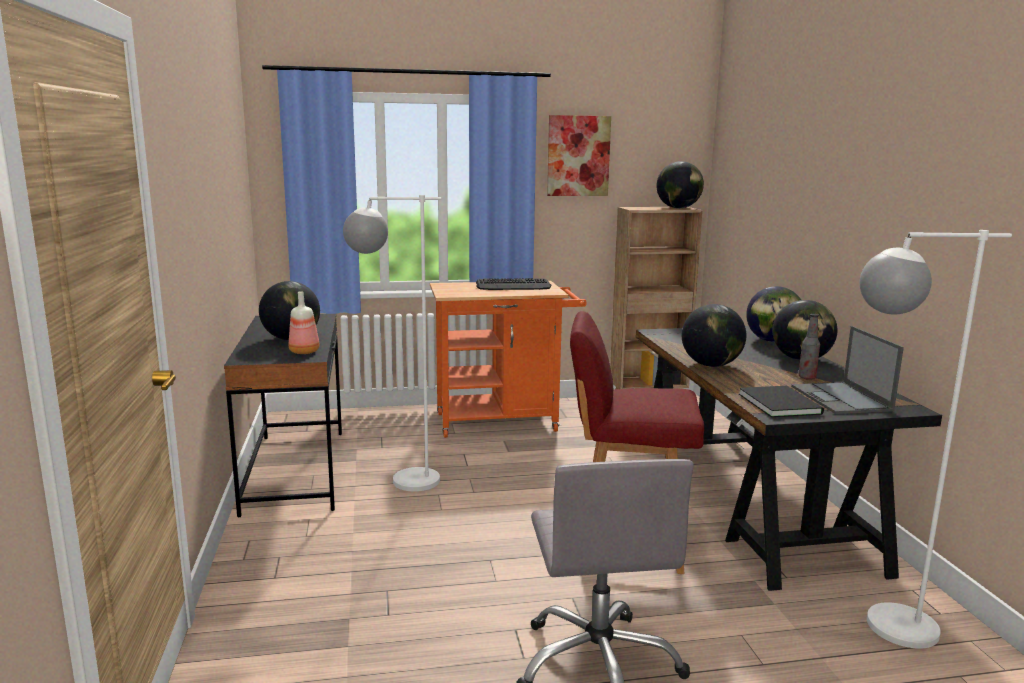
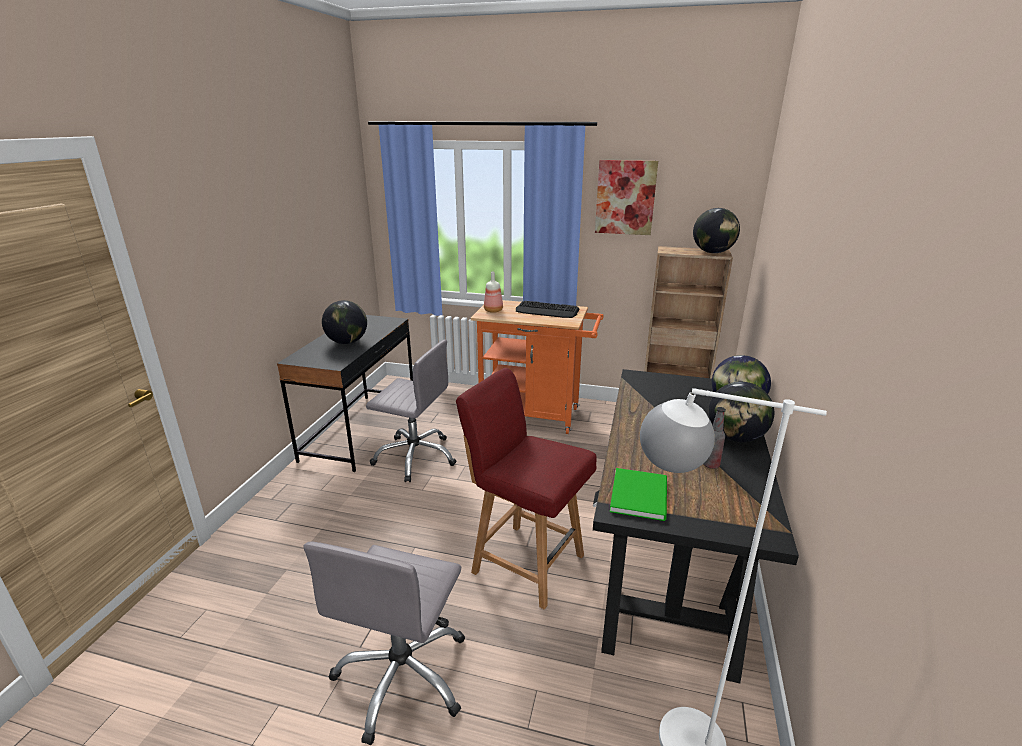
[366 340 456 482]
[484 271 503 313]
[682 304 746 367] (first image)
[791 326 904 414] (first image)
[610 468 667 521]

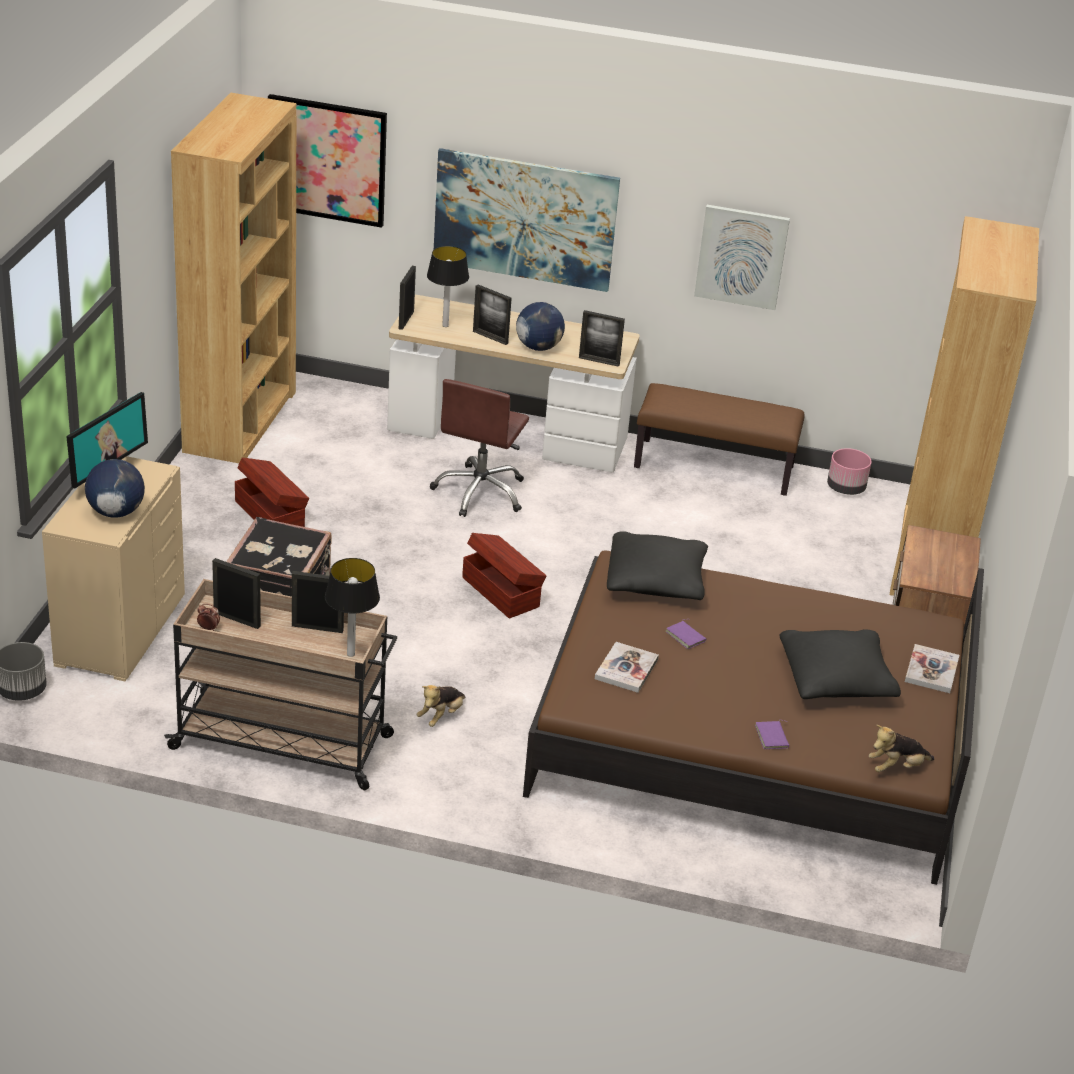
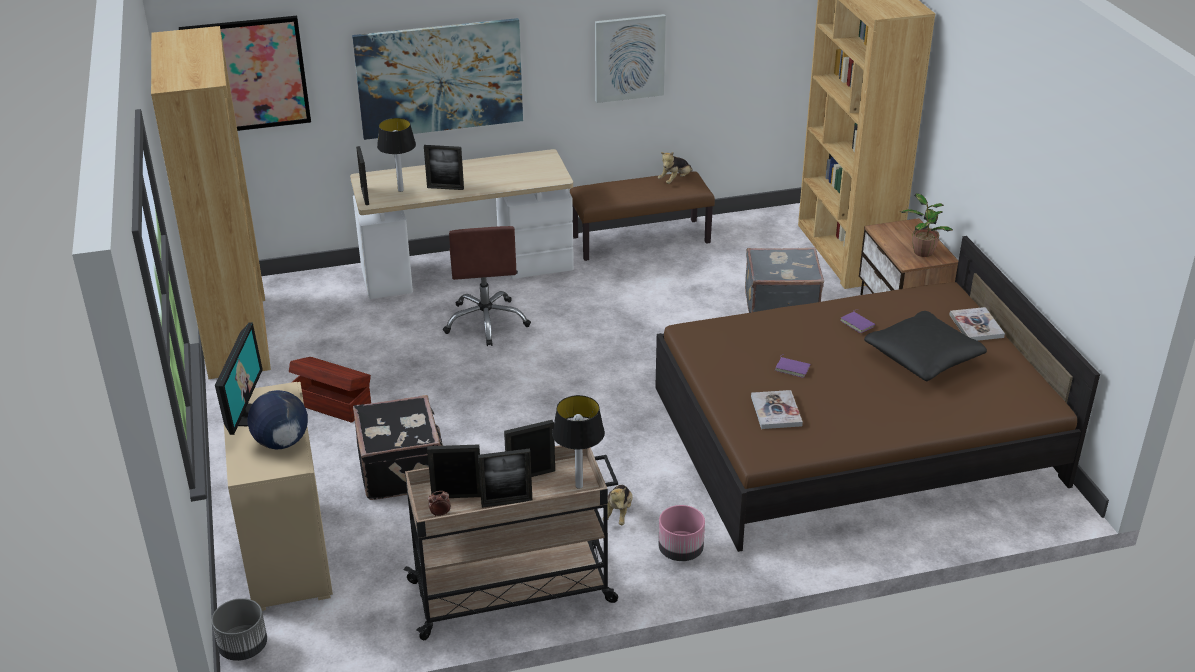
[516 302 565 351] (first image)
[478 448 532 508]
[659 505 705 561]
[607 531 708 600] (first image)
[462 533 546 618] (first image)
[840 310 875 333]
[658 152 693 184]
[900 193 953 257]
[745 247 824 313]

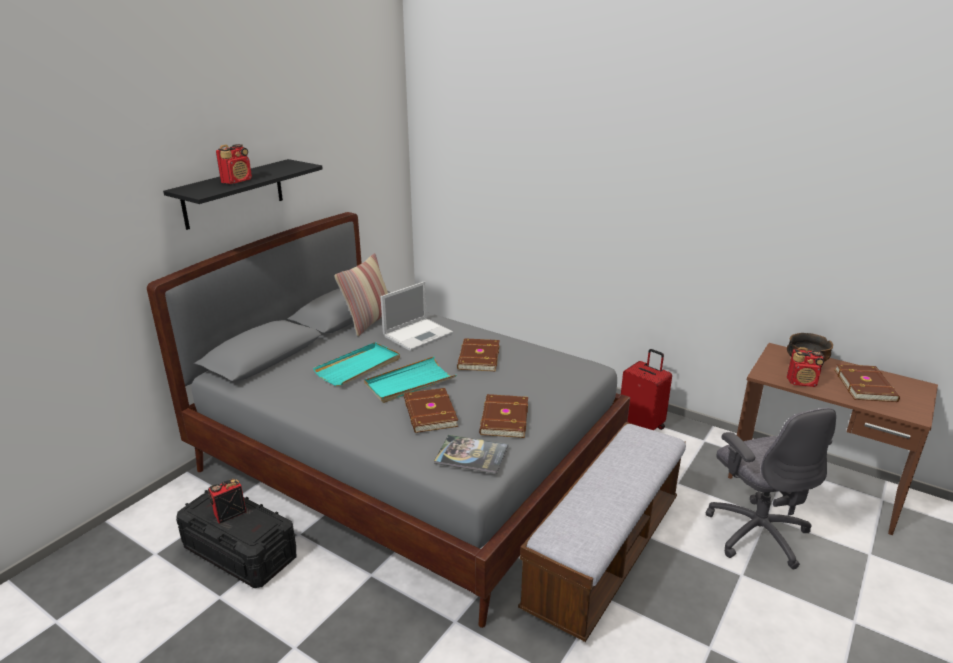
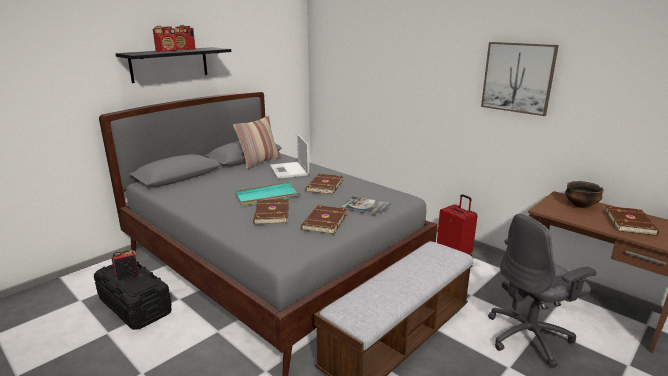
[270 134 309 179]
[313 342 400 386] (first image)
[174 25 196 50]
[488 214 597 368]
[341 196 391 216]
[481 42 559 116]

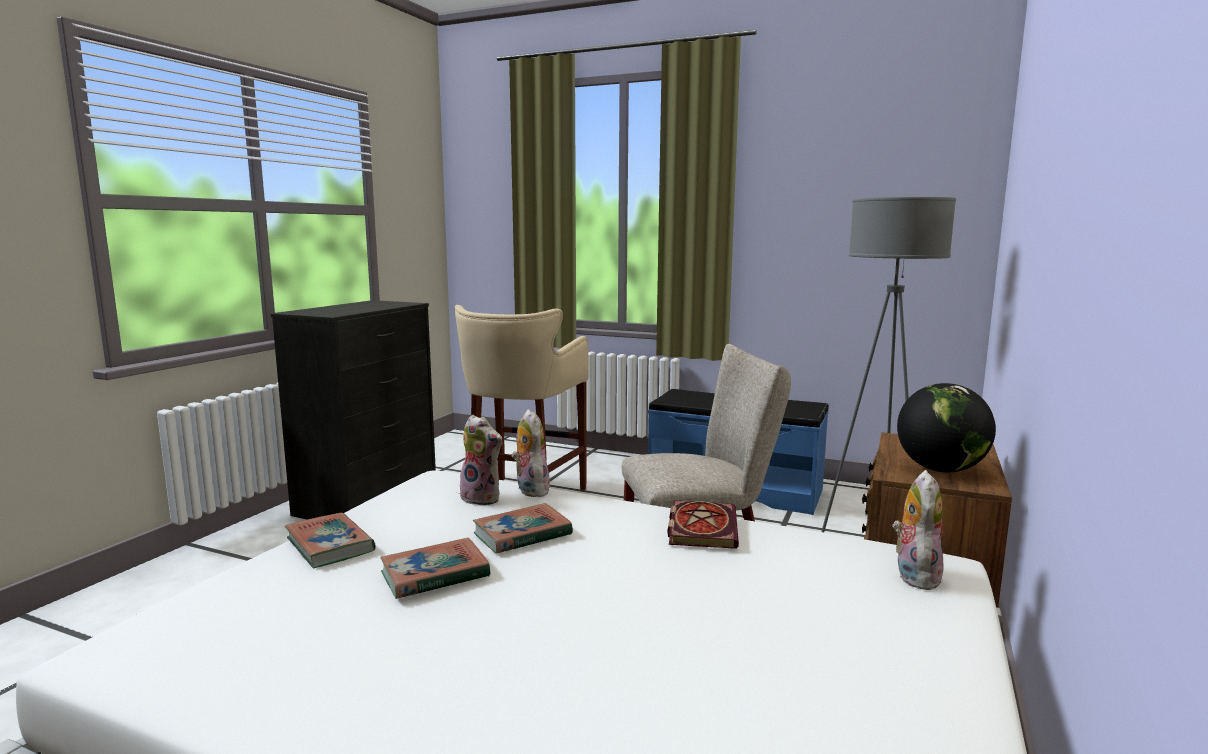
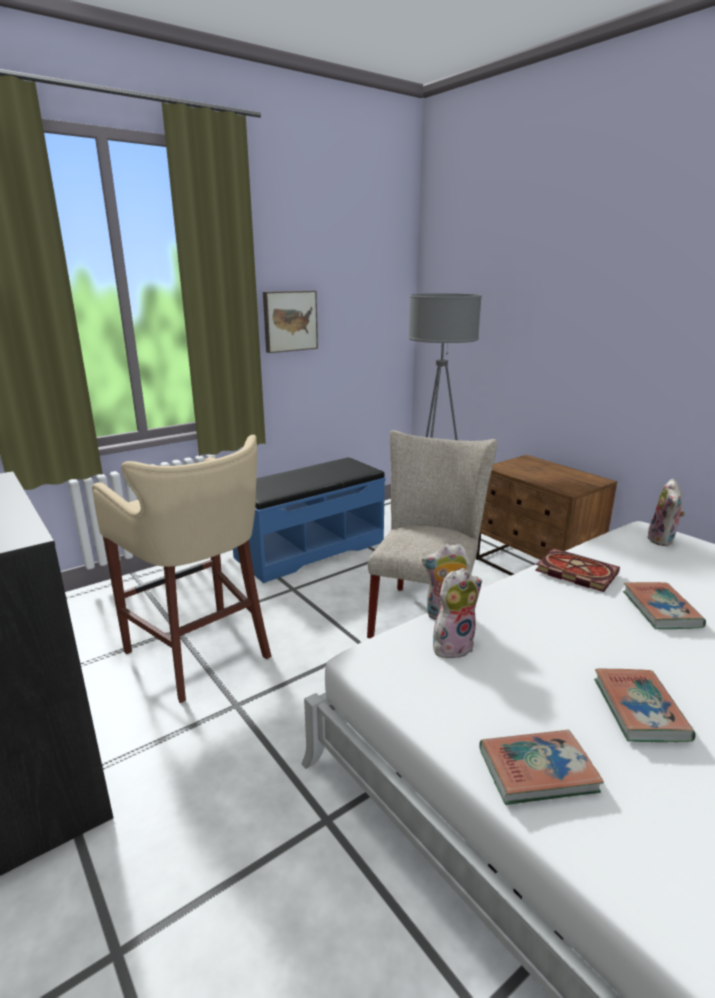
[897 383 996 472] (first image)
[647 479 685 546]
[623 582 706 629]
[263 291 318 353]

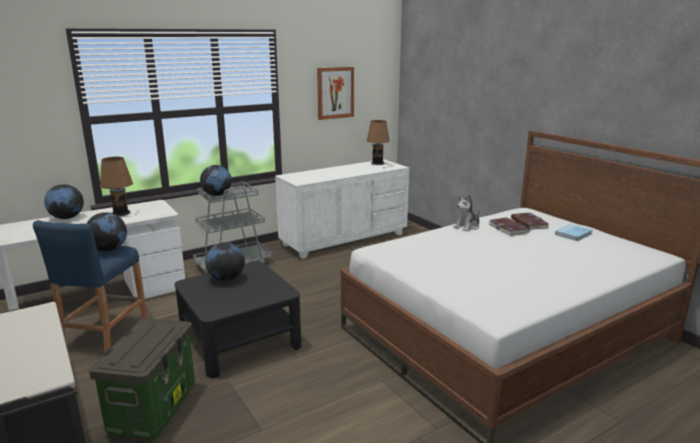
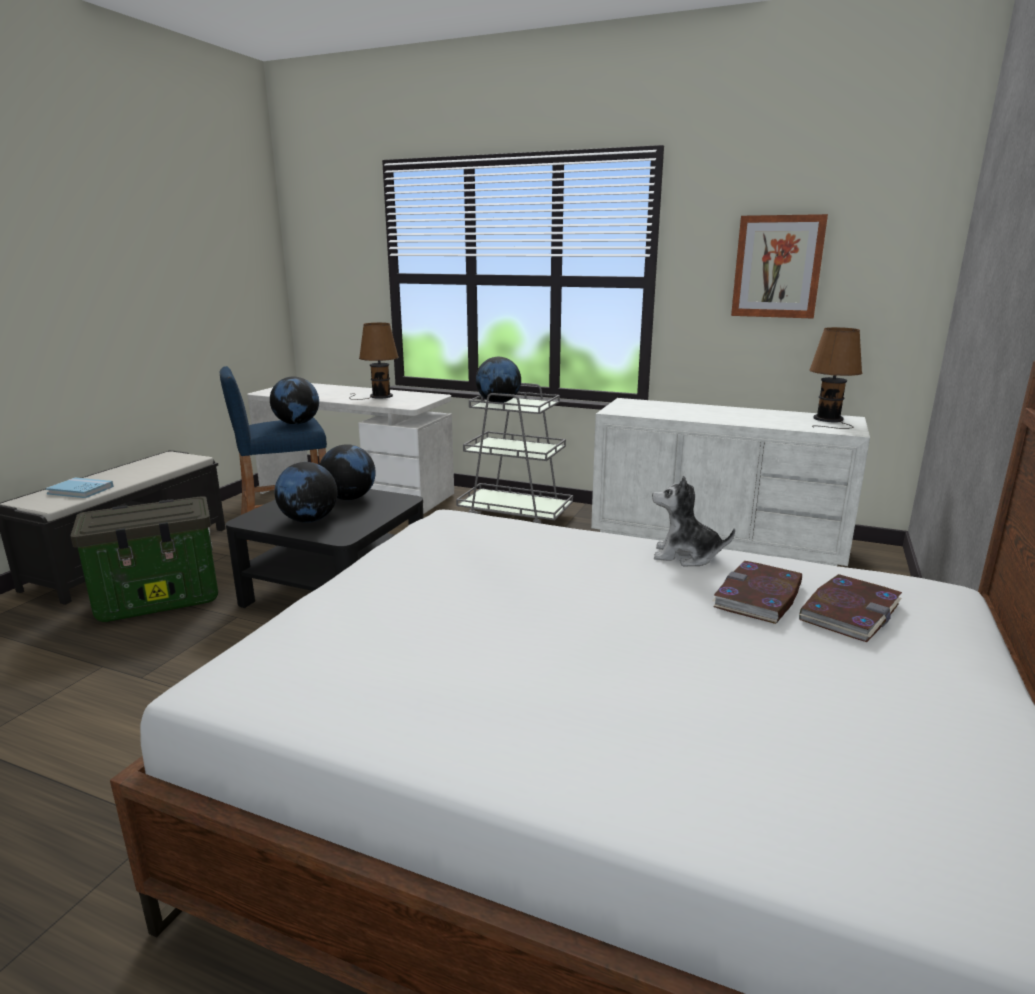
[274 462 338 523]
[46 478 114 498]

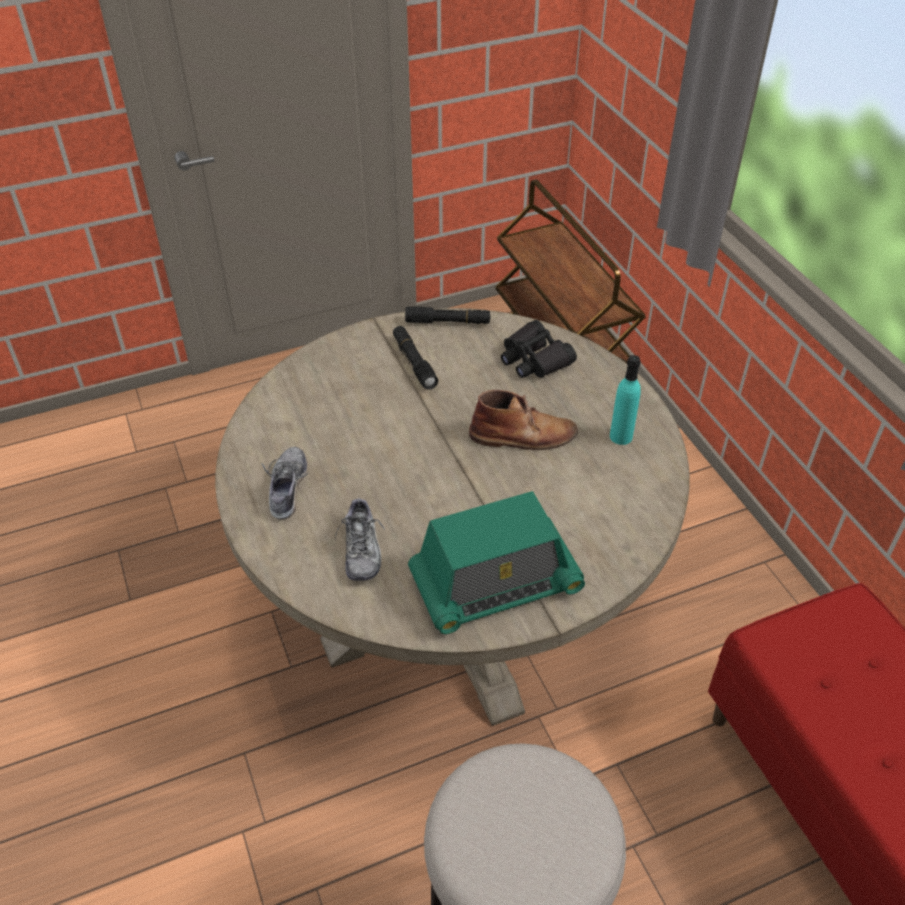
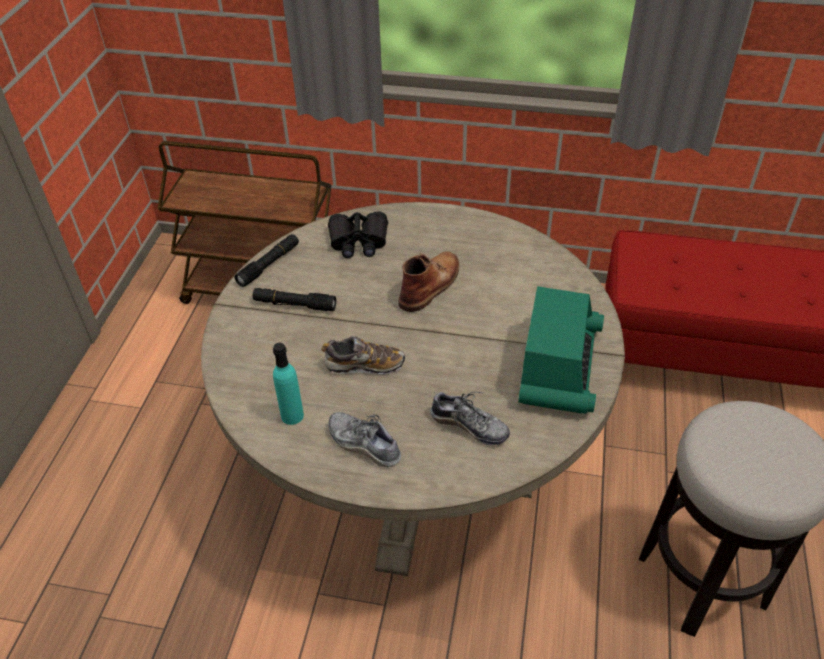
[273 343 304 425]
[322 336 405 374]

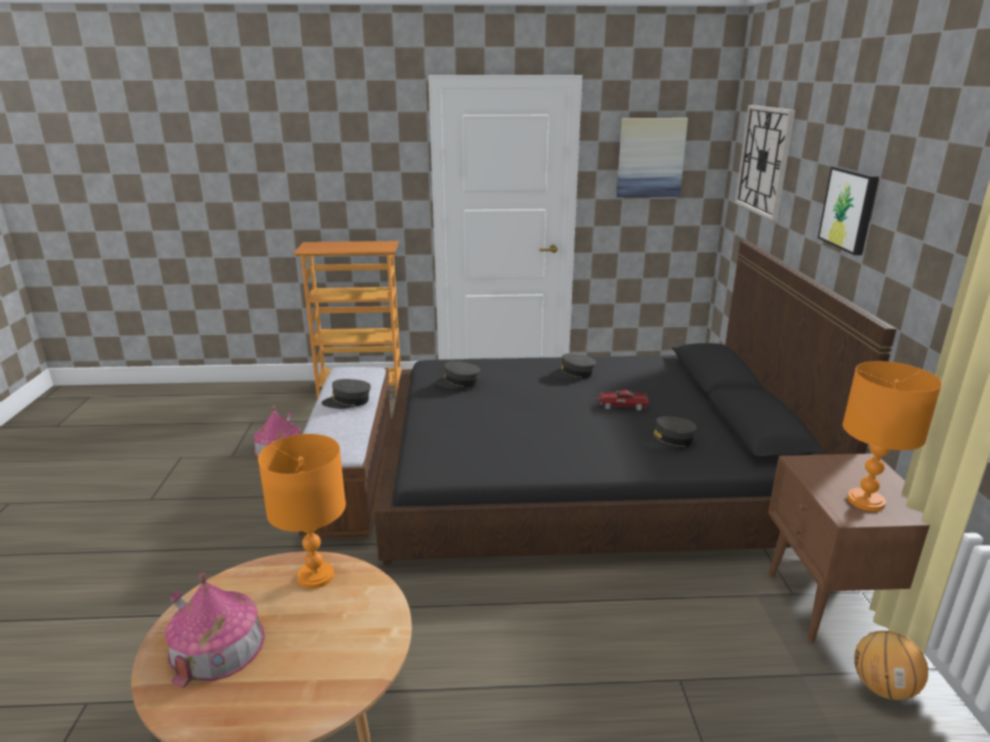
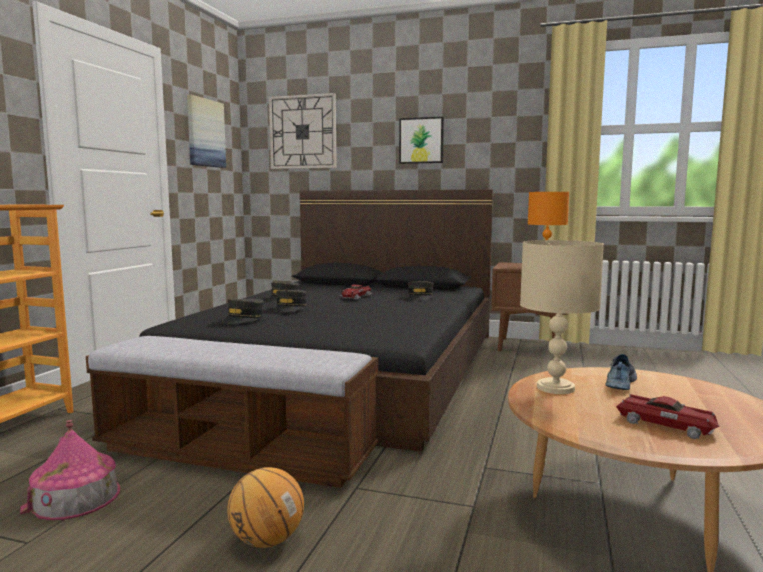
[274 290 307 312]
[520 240 604 394]
[616 394 720 439]
[227 467 304 548]
[606 354 637 390]

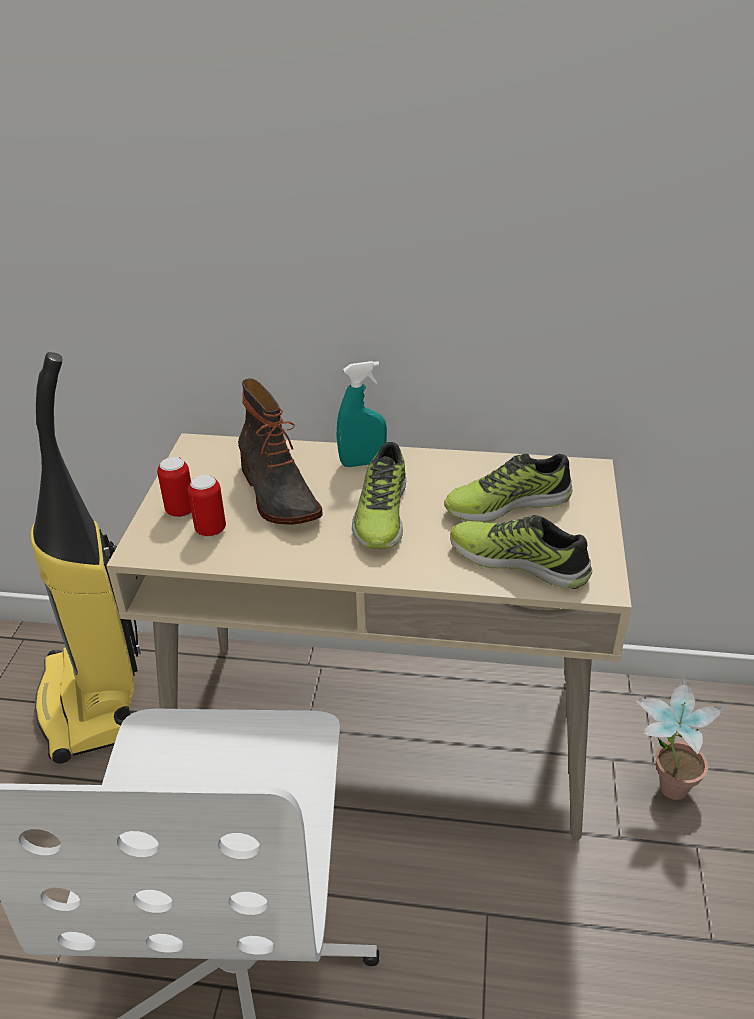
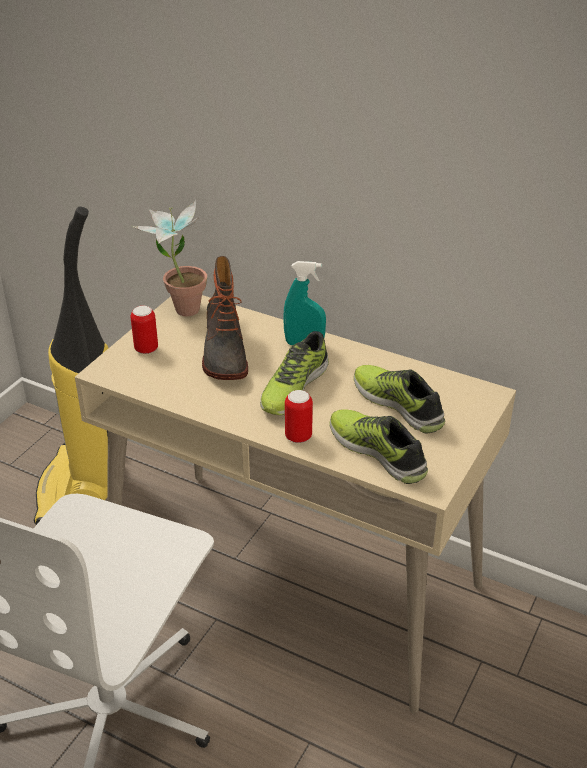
[353 365 445 433]
[285 390 313 443]
[132 200 207 316]

